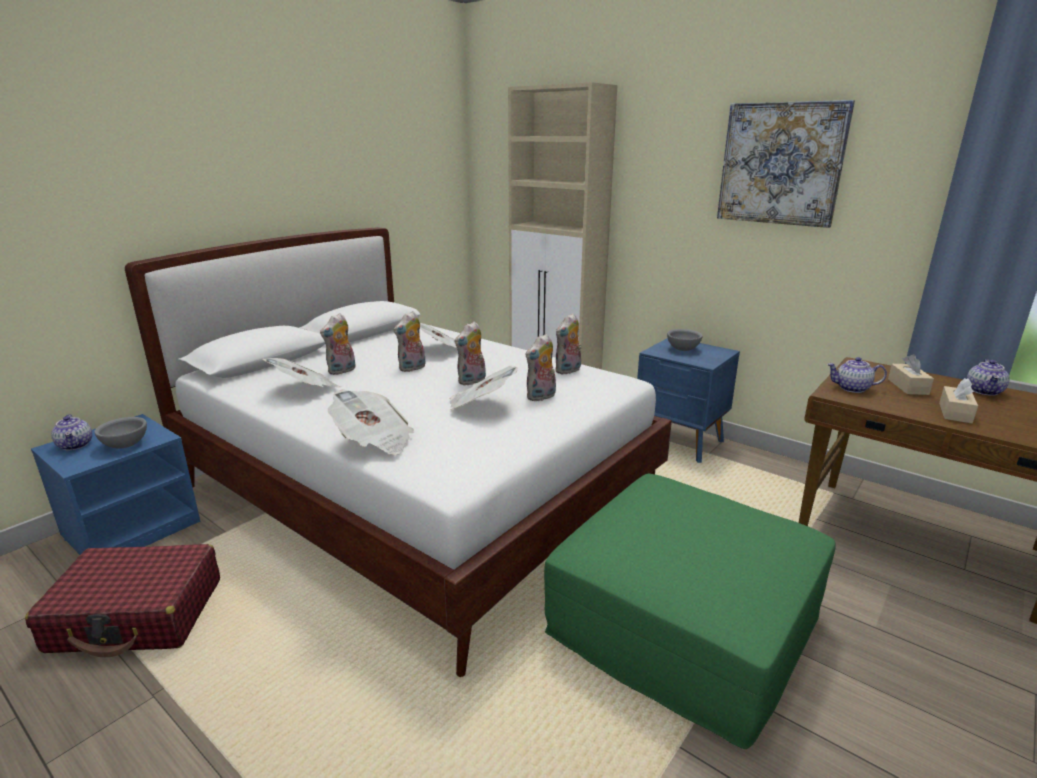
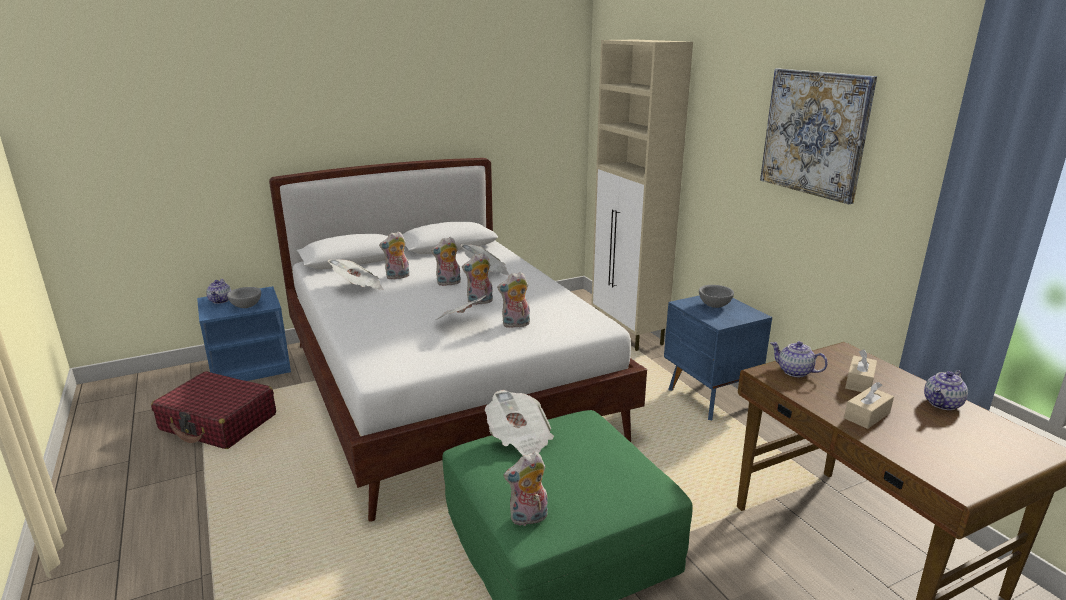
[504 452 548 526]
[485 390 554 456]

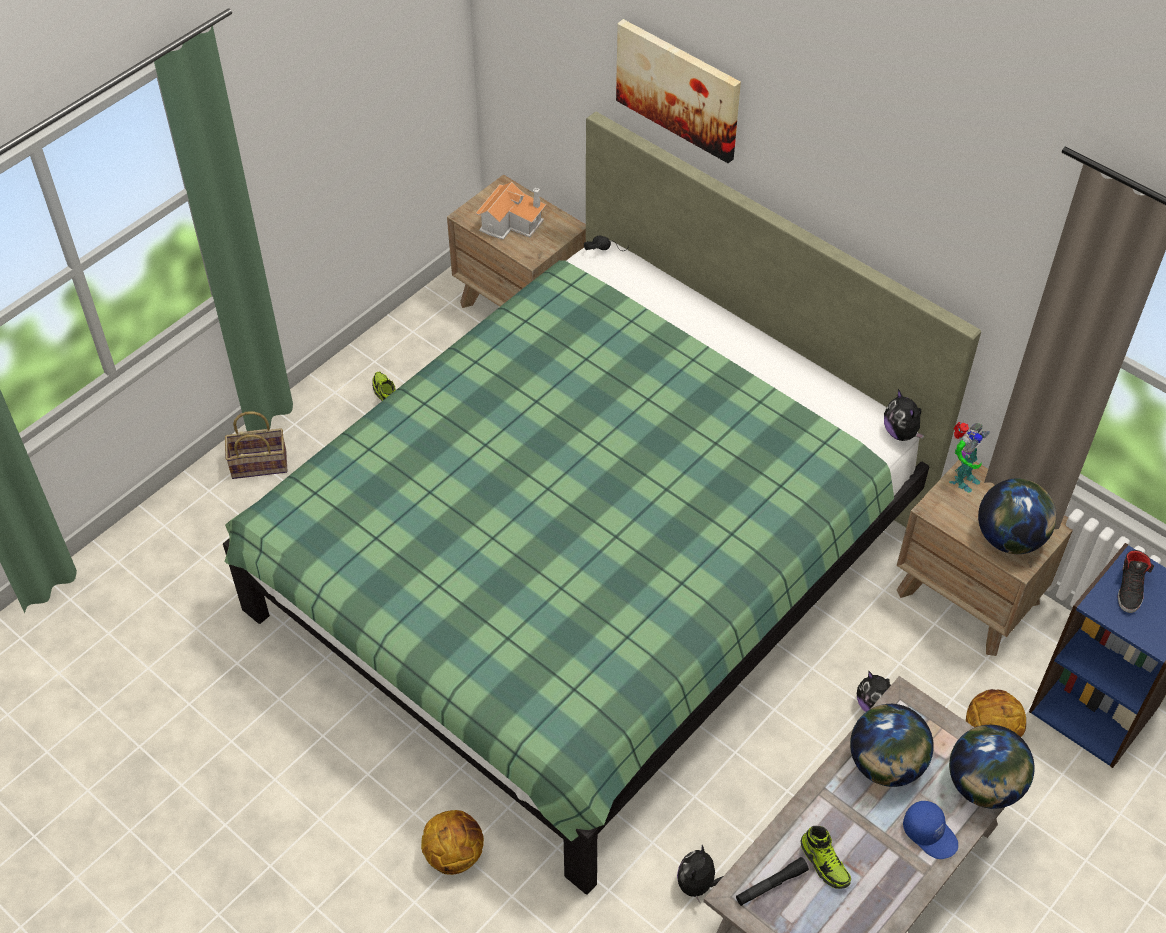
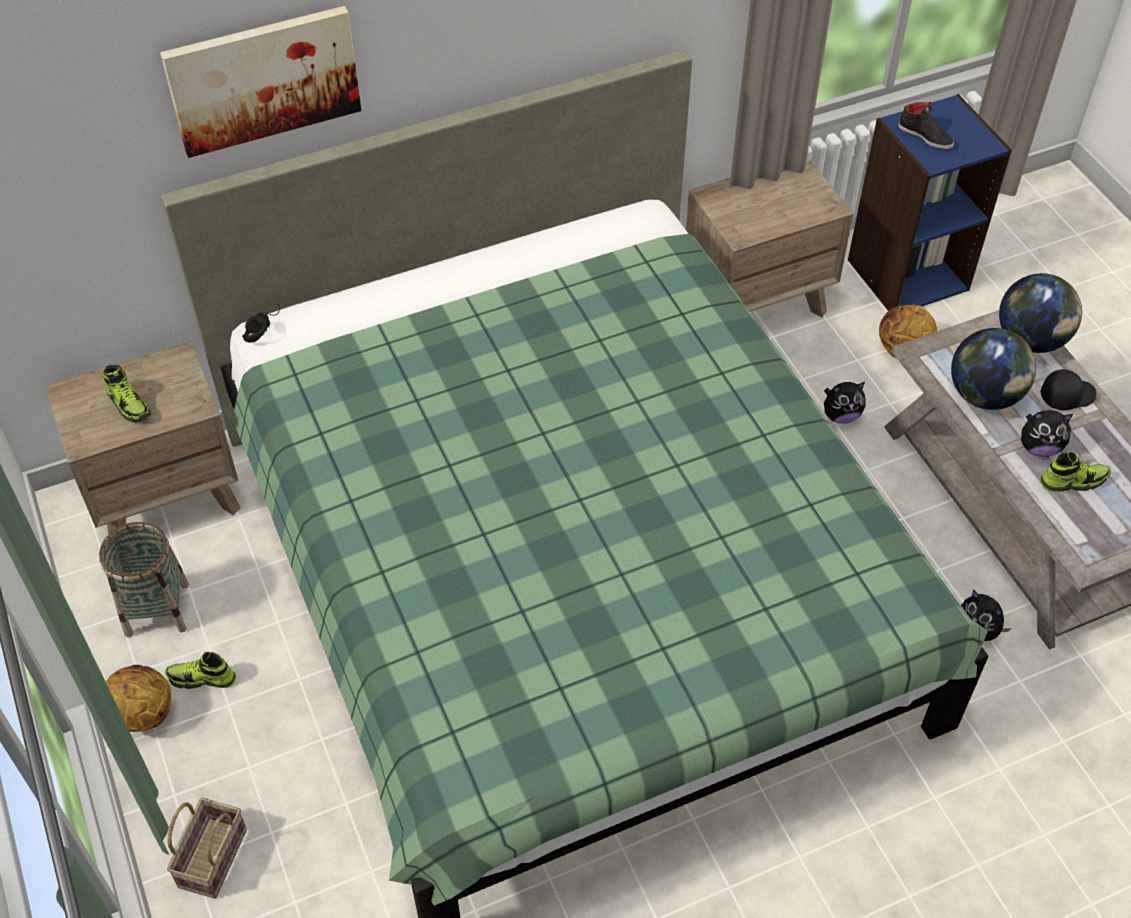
[103 365 151 423]
[1021 410 1073 457]
[949 422 990 493] (first image)
[978 478 1056 554] (first image)
[1040 369 1096 410]
[106 665 171 732]
[736 857 809 906] (first image)
[99 522 189 638]

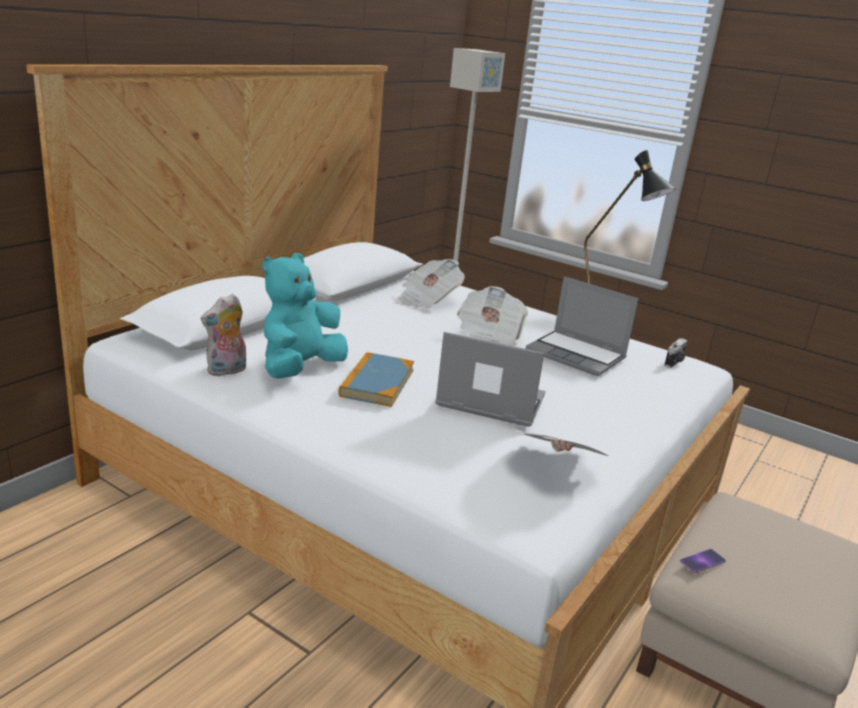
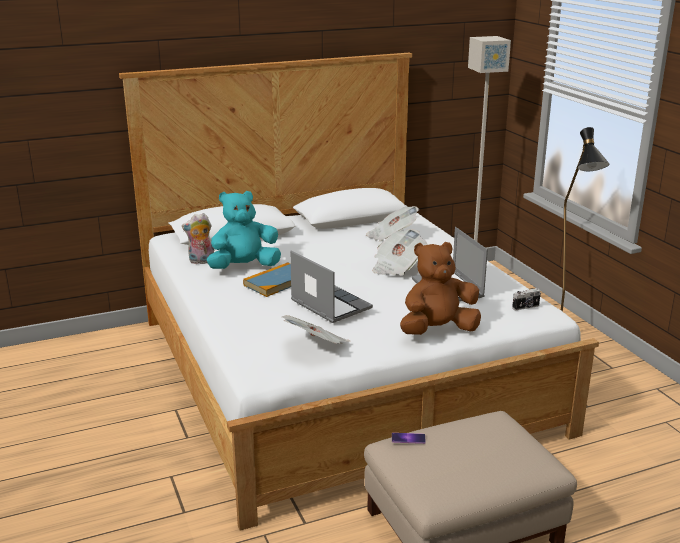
[400 242 481 335]

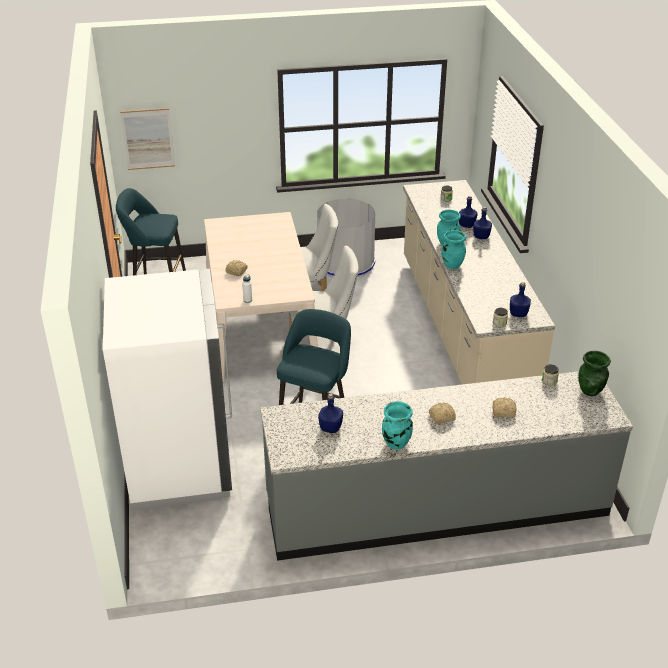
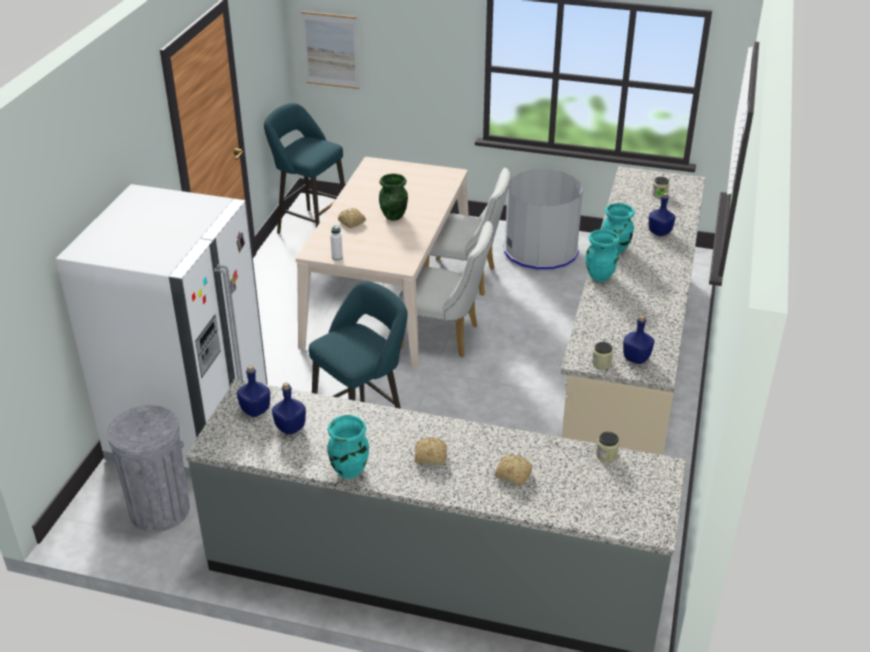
[237 366 270 417]
[379 174 408 220]
[107 405 190 532]

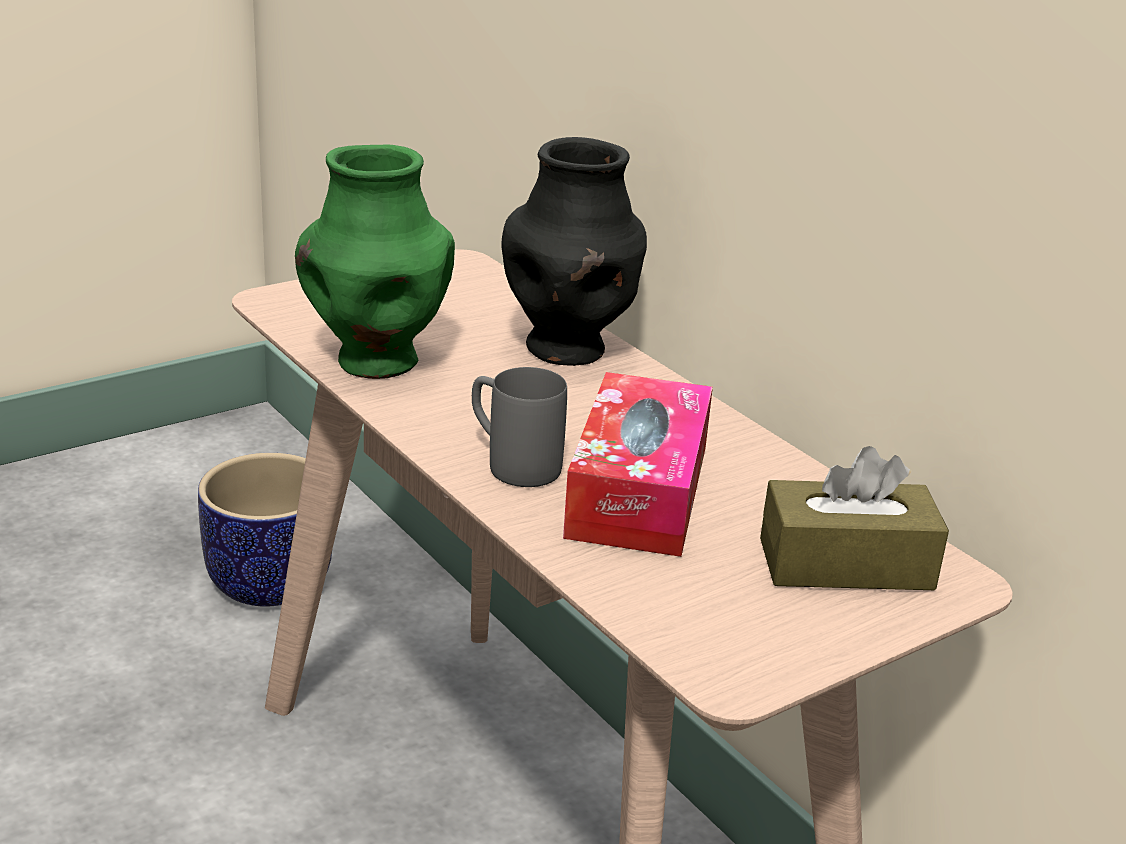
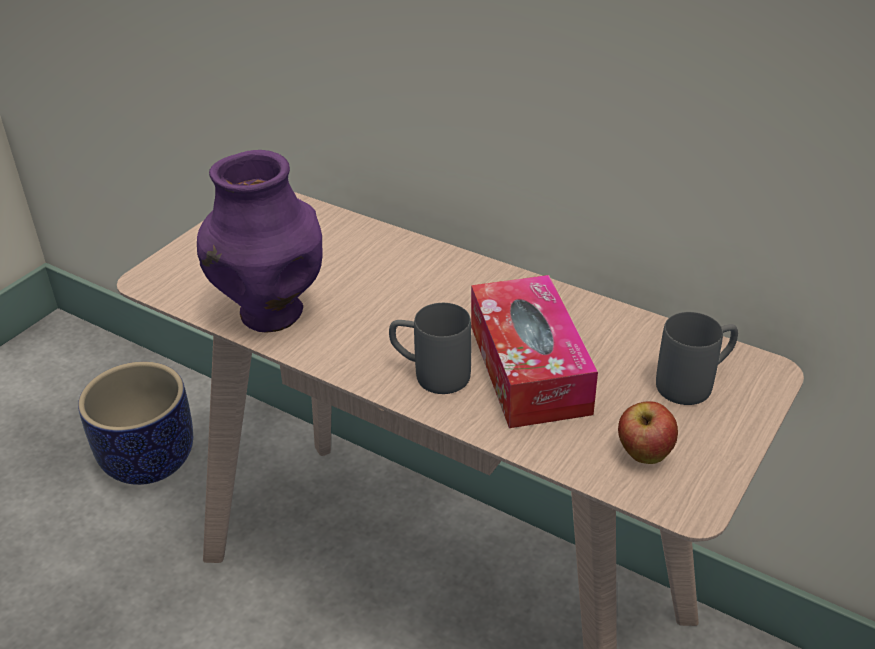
[501 137 647 366] (first image)
[197 150 323 332]
[656 312 738 405]
[618 401 678 464]

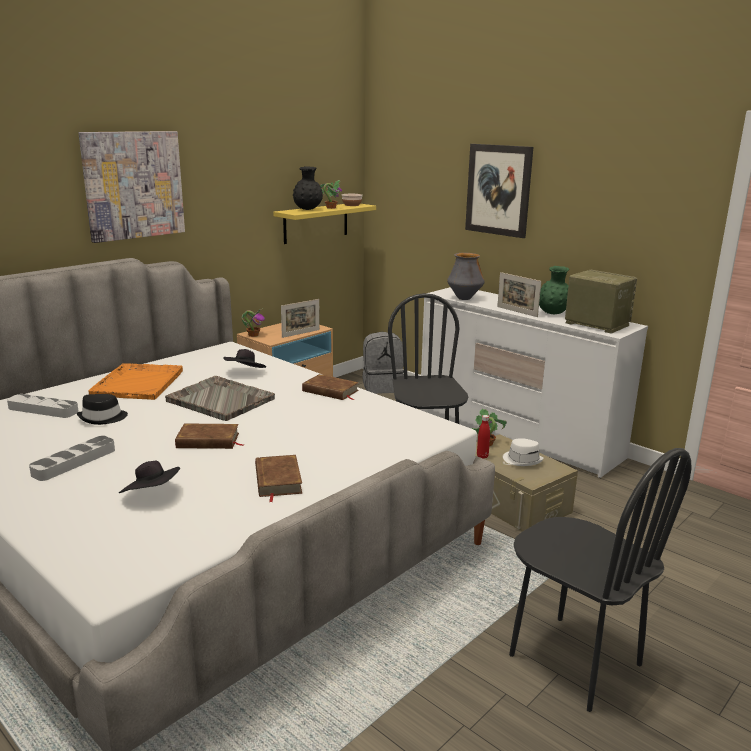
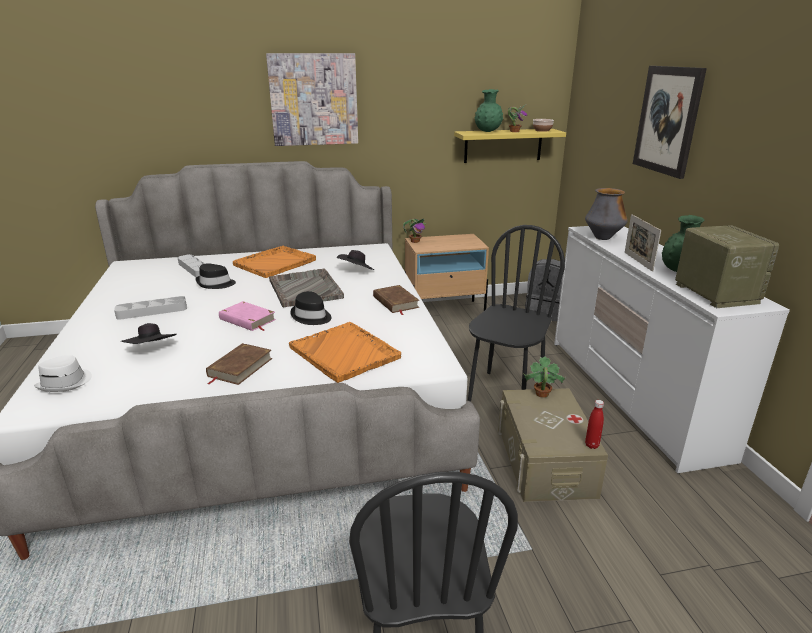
[475 89 503 132]
[281 299 320 338] (first image)
[585 400 604 449]
[219 301 276 331]
[34 355 92 392]
[290 291 331 325]
[289 322 401 383]

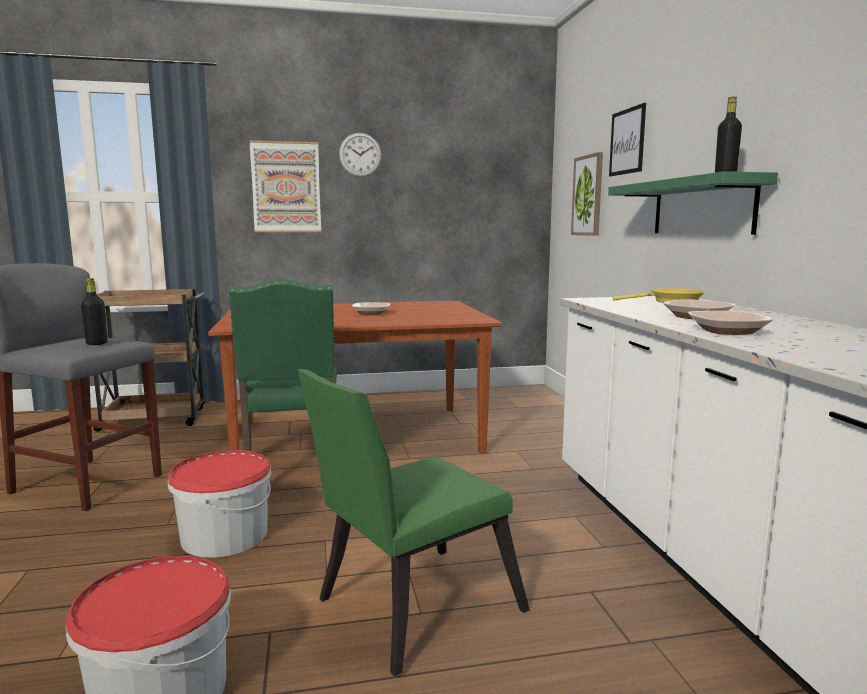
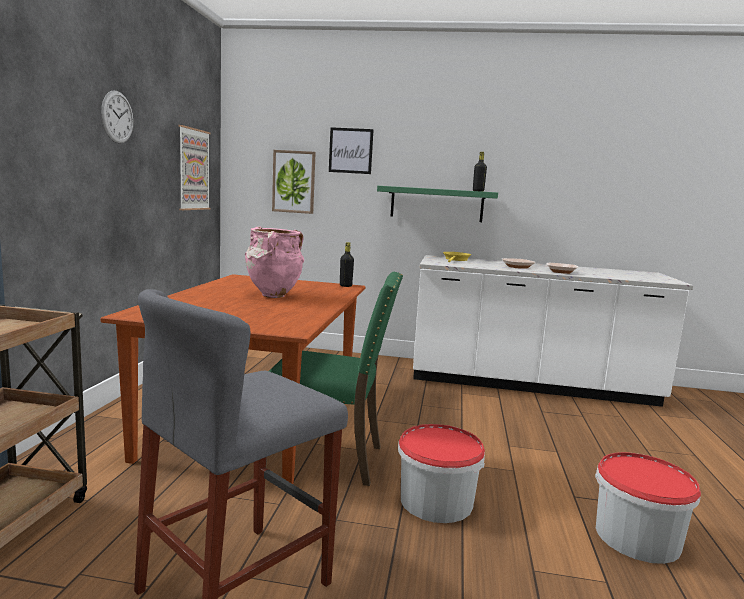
[178 125 211 210]
[340 242 354 287]
[245 226 304 298]
[298 369 530 676] (first image)

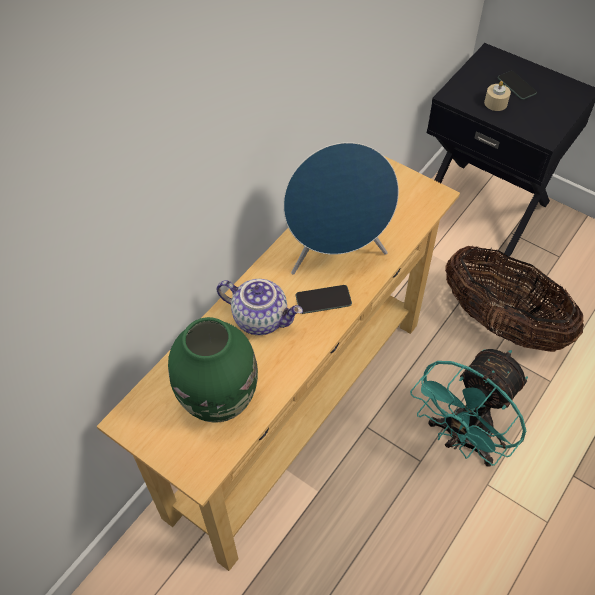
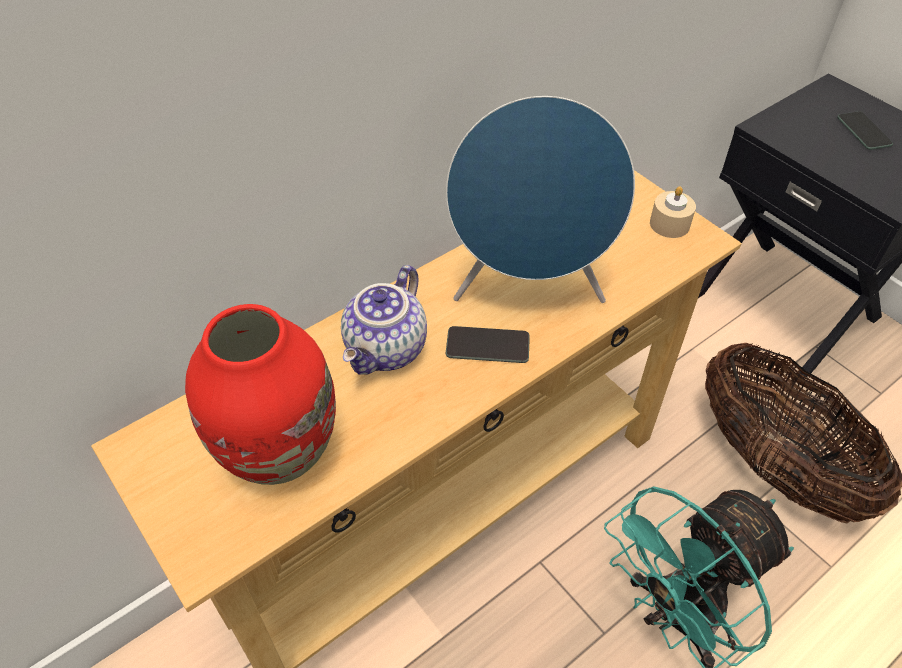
[650 186 696 238]
[341 265 427 375]
[185 304 336 485]

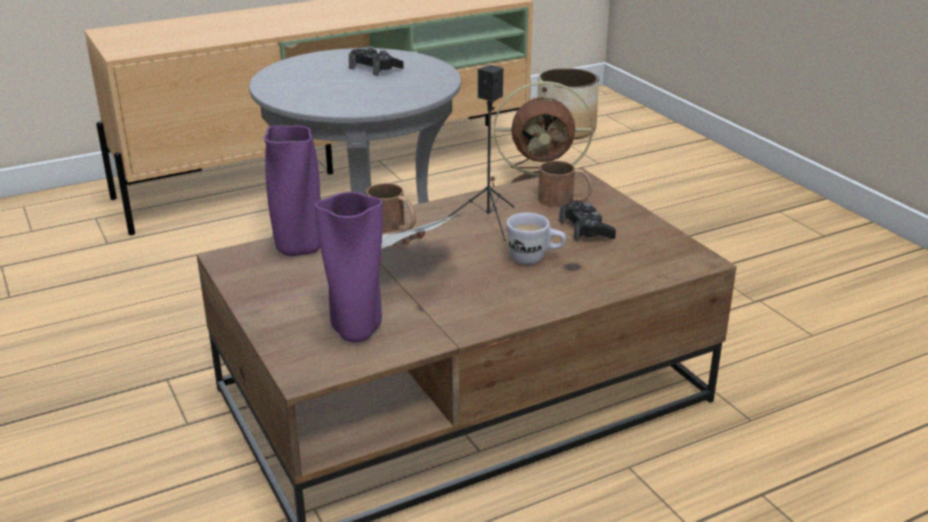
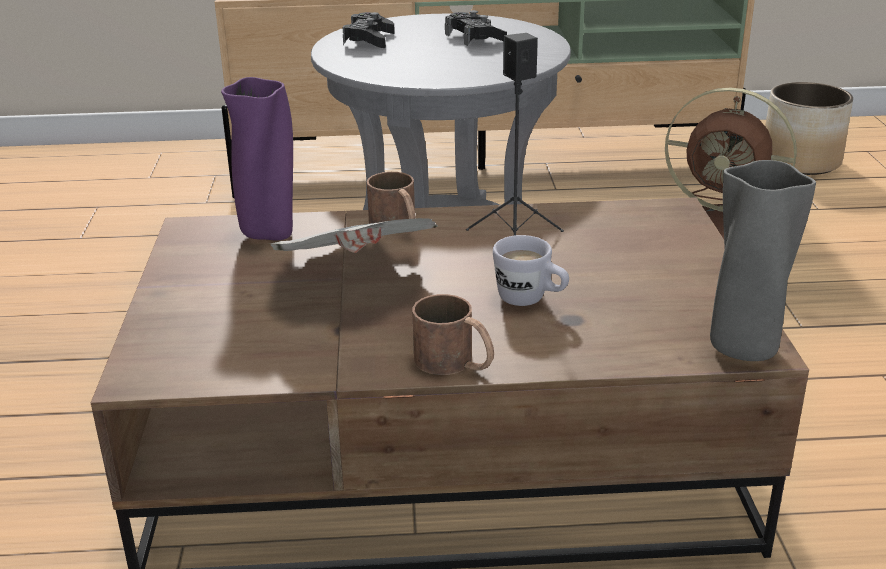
[412 294 494 375]
[315 192 383 342] (first image)
[343 12 395 48]
[710 160 816 361]

